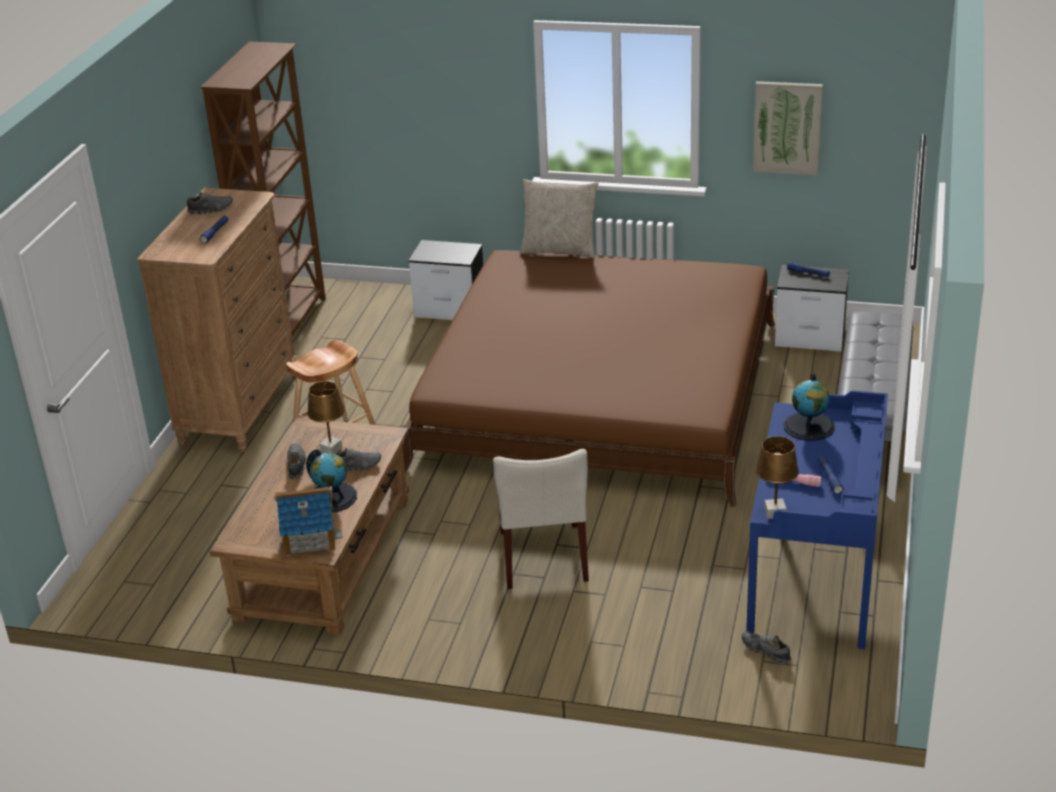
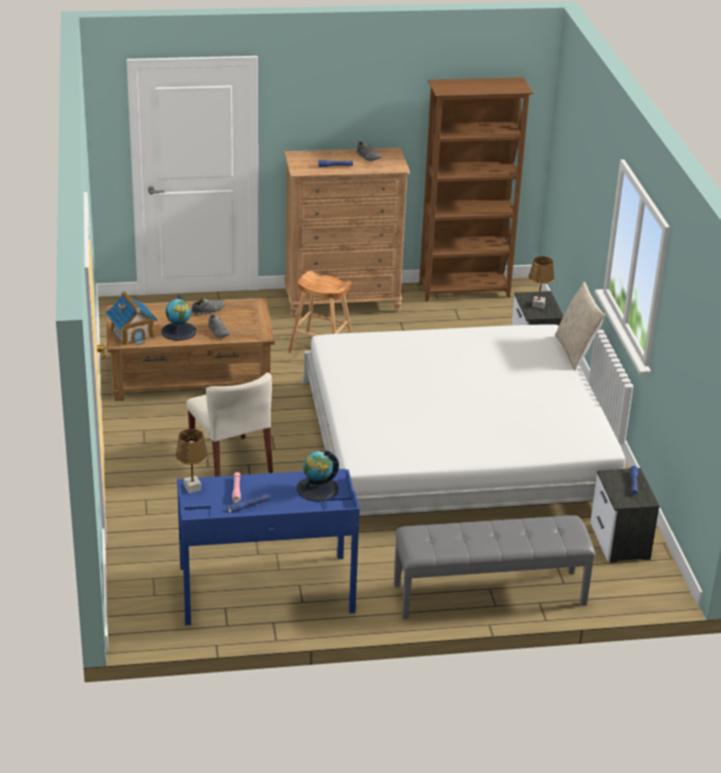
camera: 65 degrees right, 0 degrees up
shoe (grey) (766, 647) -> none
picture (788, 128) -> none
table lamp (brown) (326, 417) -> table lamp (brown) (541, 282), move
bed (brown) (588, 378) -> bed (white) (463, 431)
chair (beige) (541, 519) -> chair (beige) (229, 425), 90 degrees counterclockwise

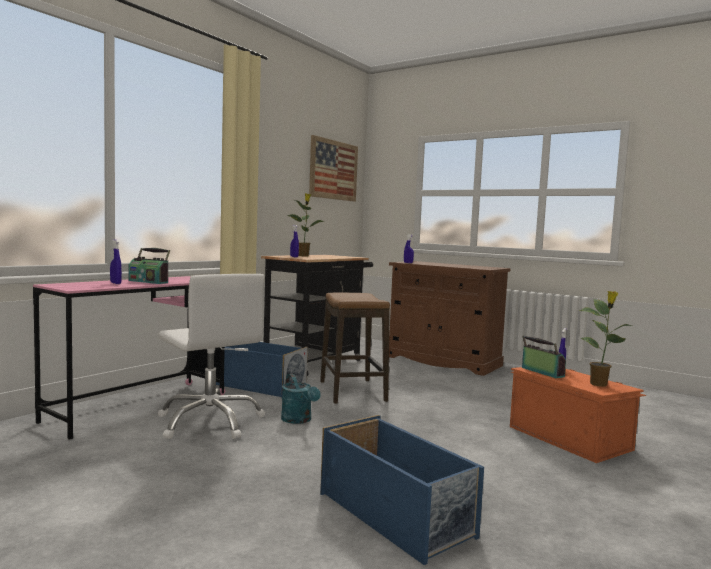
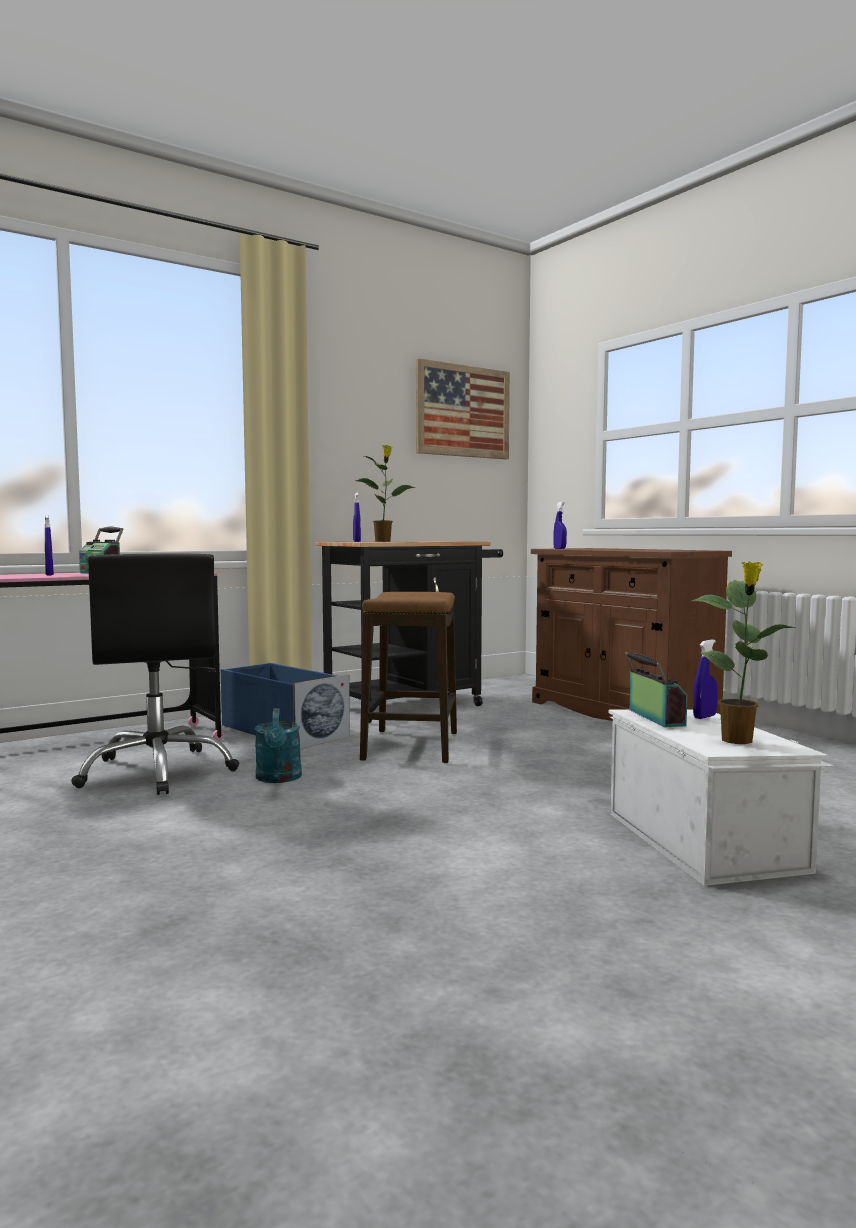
camera: 20 degrees right, 0 degrees up
storage box (blue) (402, 490) -> none
office chair (white) (211, 356) -> office chair (black) (155, 674)
storage box (orange) (578, 415) -> storage box (white) (721, 797)

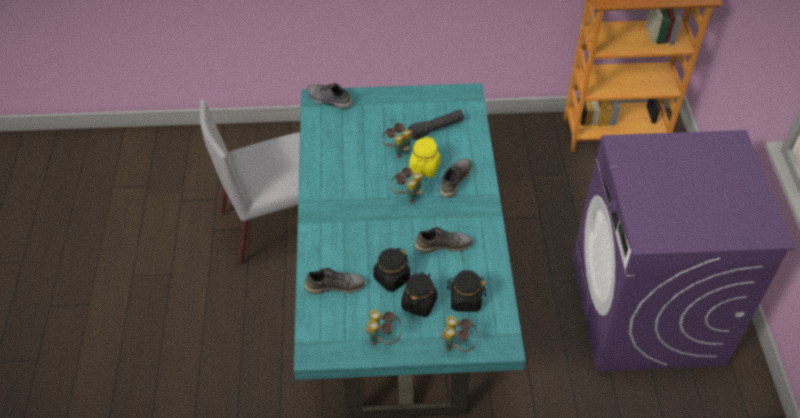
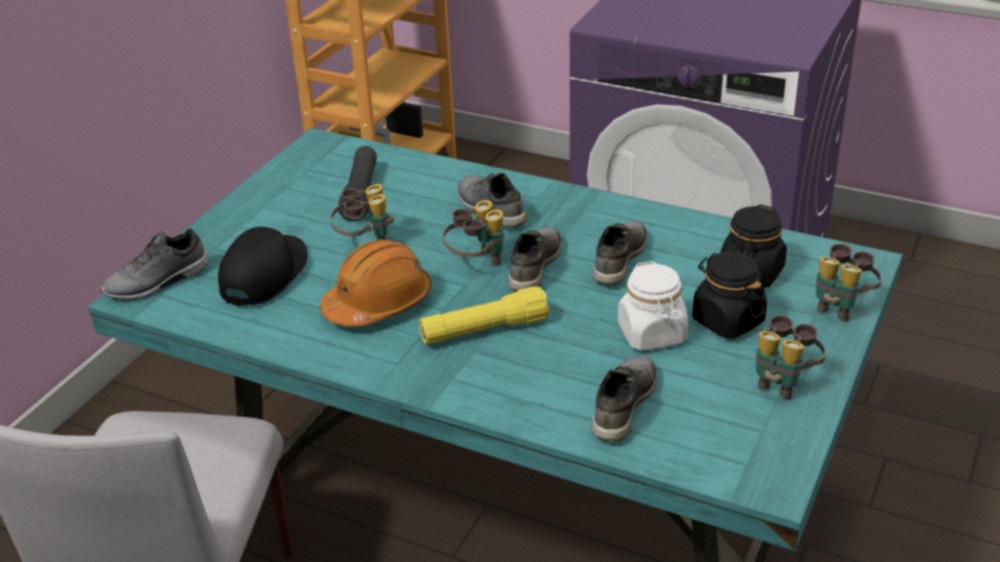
camera: 60 degrees left, 15 degrees down
jar (yellow) (425, 156) -> none
none -> cap (black) (263, 266)
none -> hard hat (orange) (376, 283)
none -> flashlight (yellow) (484, 315)
none -> shoe (grey) (535, 259)
jar (black) (391, 270) -> jar (white) (653, 305)

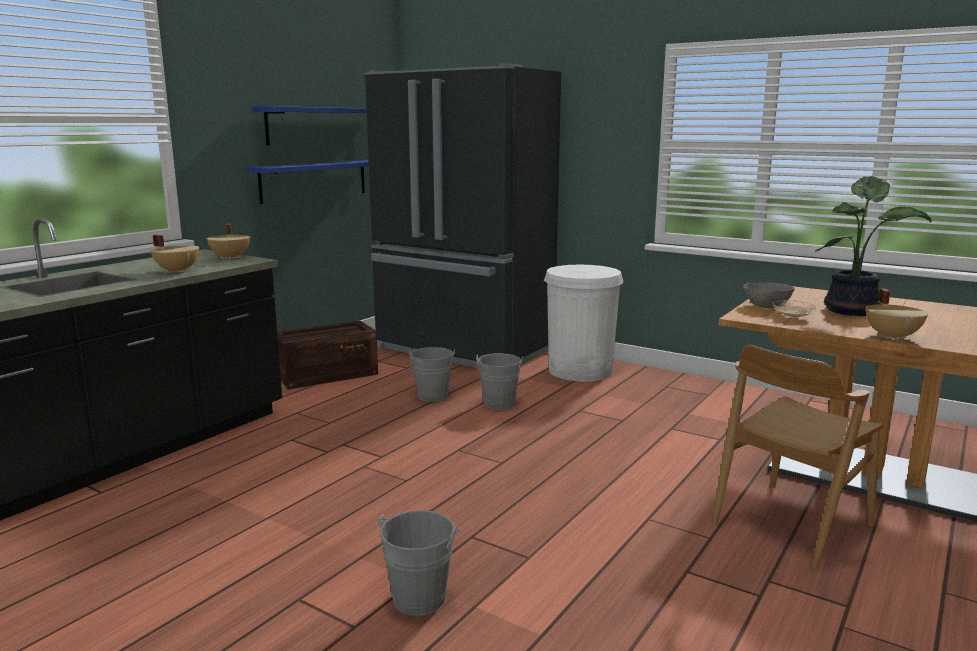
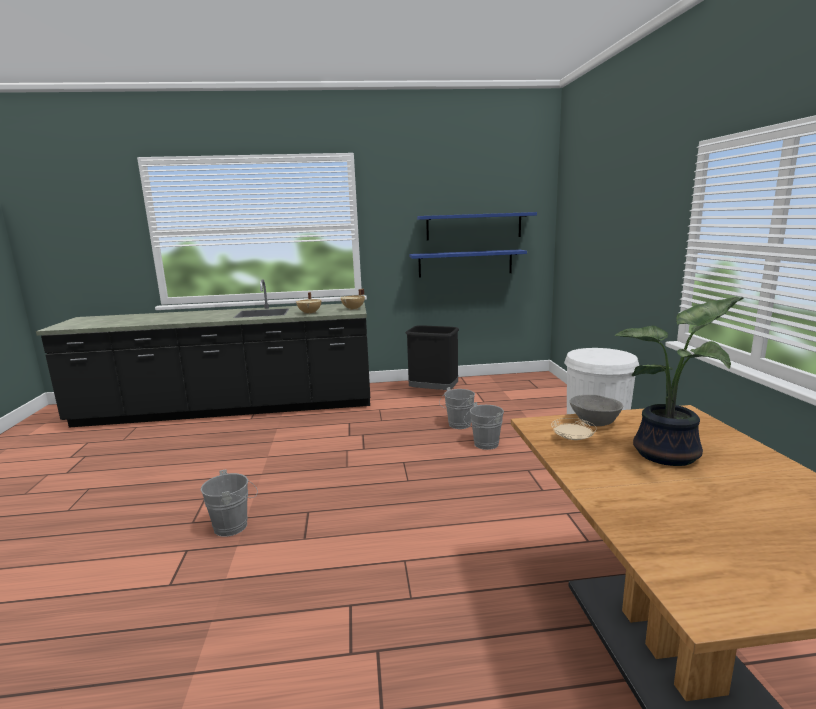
camera: 50 degrees right, 0 degrees up
fridge (black) (462, 215) -> none
chair (brown) (797, 457) -> none
cooking pot (beige) (897, 314) -> none
crate (327, 355) -> trash can (black) (432, 357)

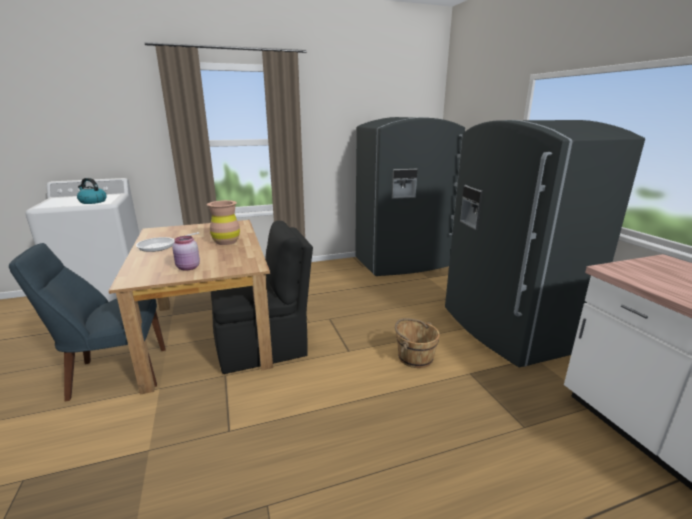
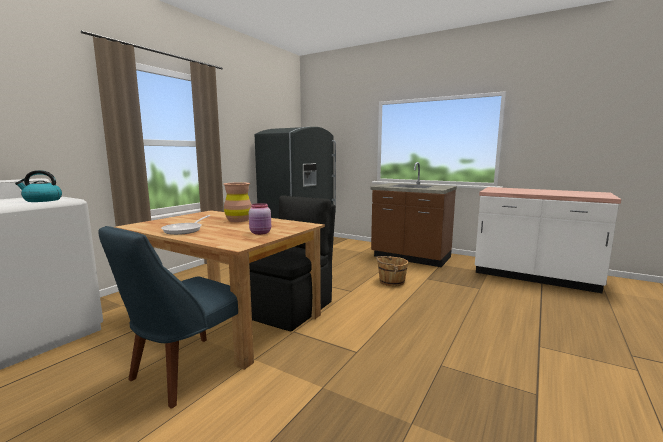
camera: 40 degrees left, 10 degrees down
fridge (grey) (545, 243) -> counter (brown) (413, 214)

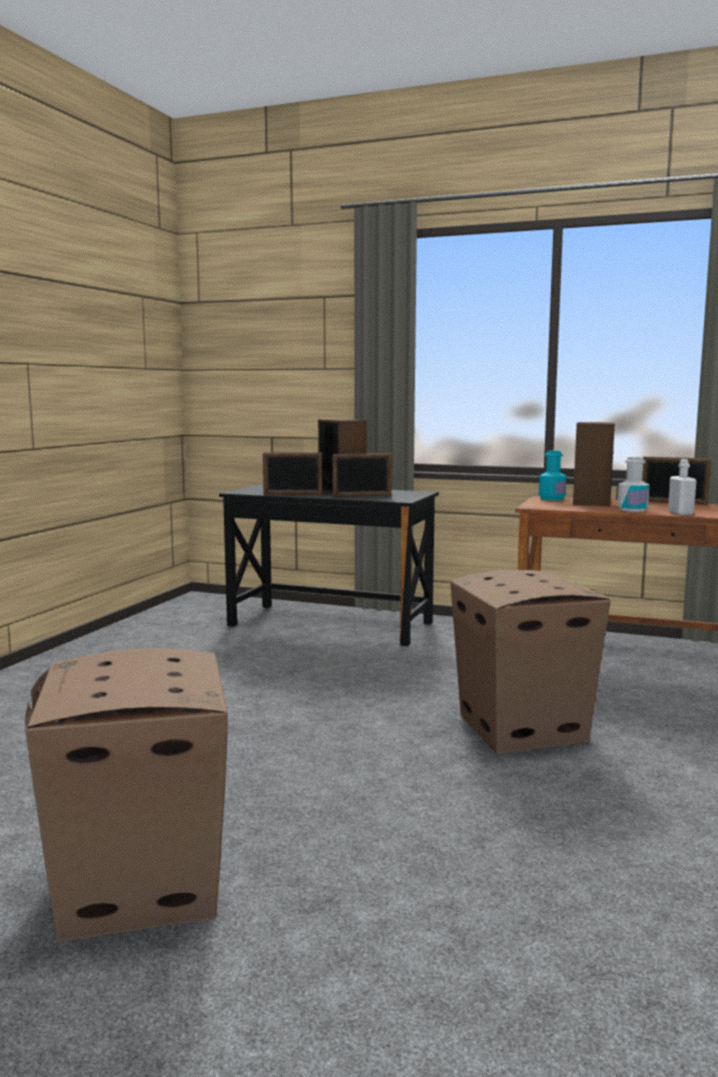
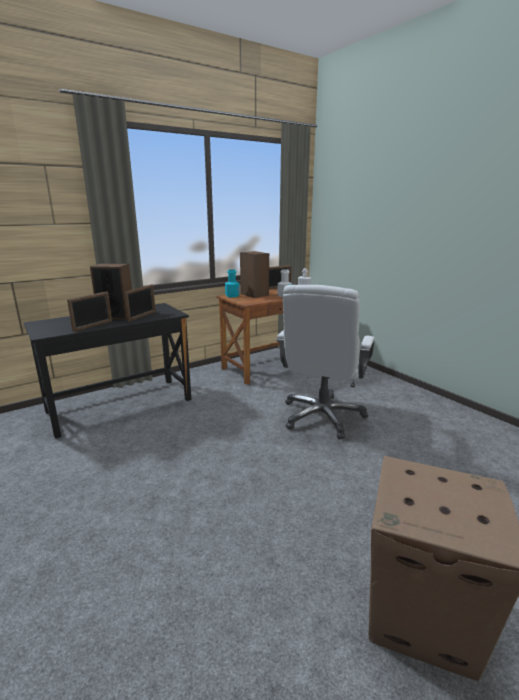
camera: 55 degrees left, 10 degrees up
cardboard box (530, 661) -> office chair (white) (325, 362)

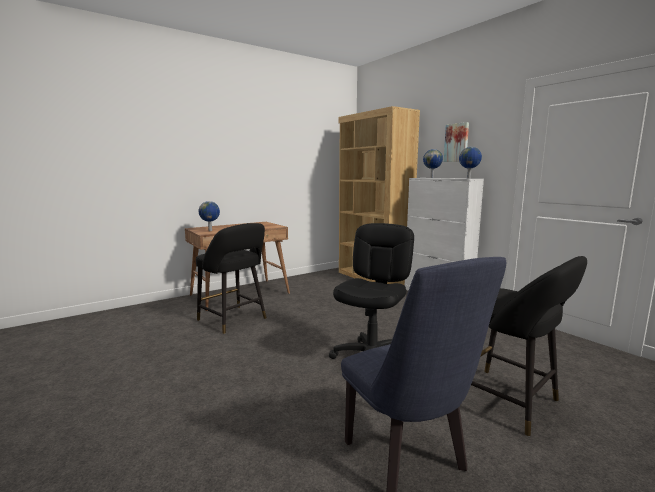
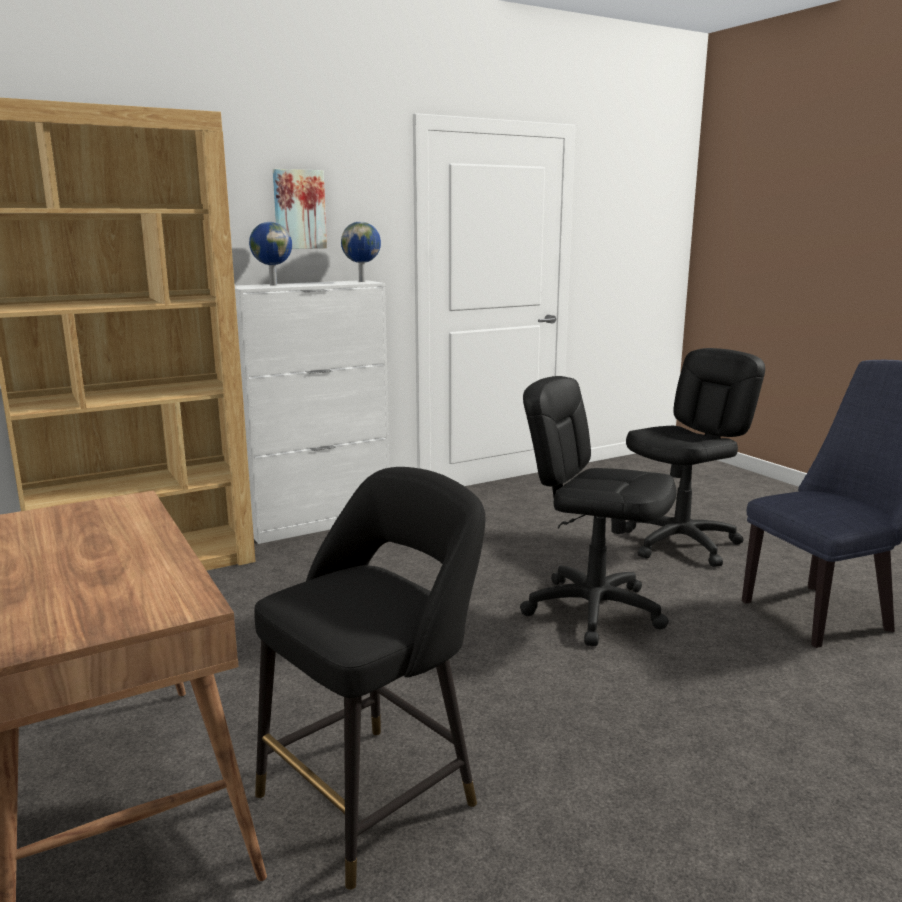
camera: 85 degrees left, 5 degrees up
globe (209, 216) -> none
stool (black) (529, 346) -> office chair (black) (695, 457)

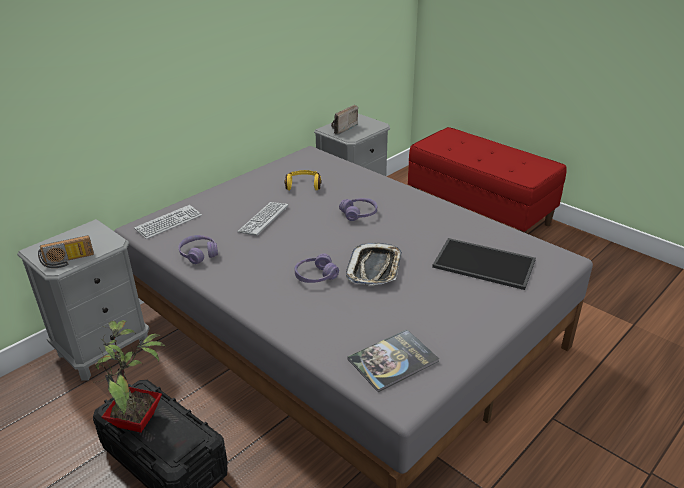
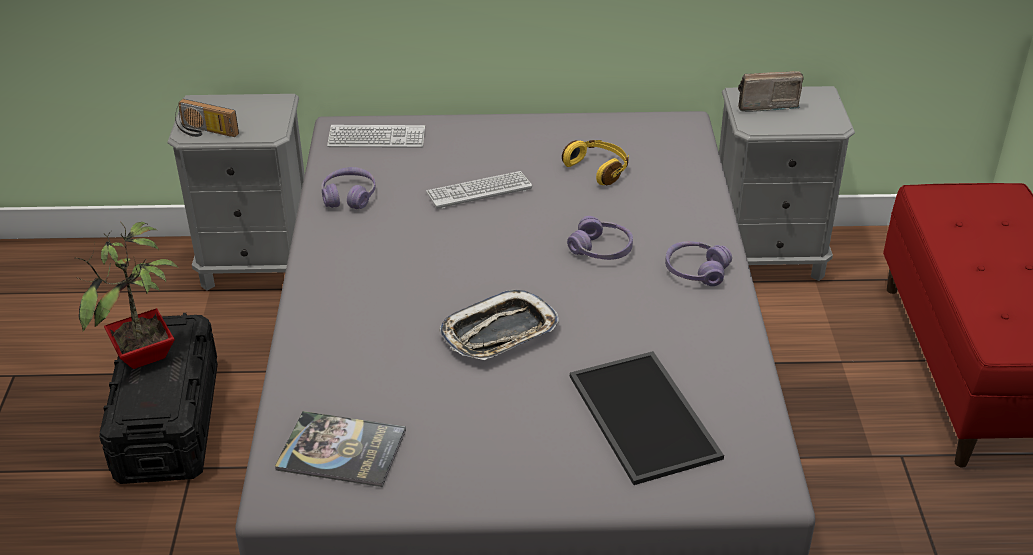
camera: 45 degrees right, 5 degrees up
headphones (purple) (317, 268) -> headphones (purple) (698, 263), move

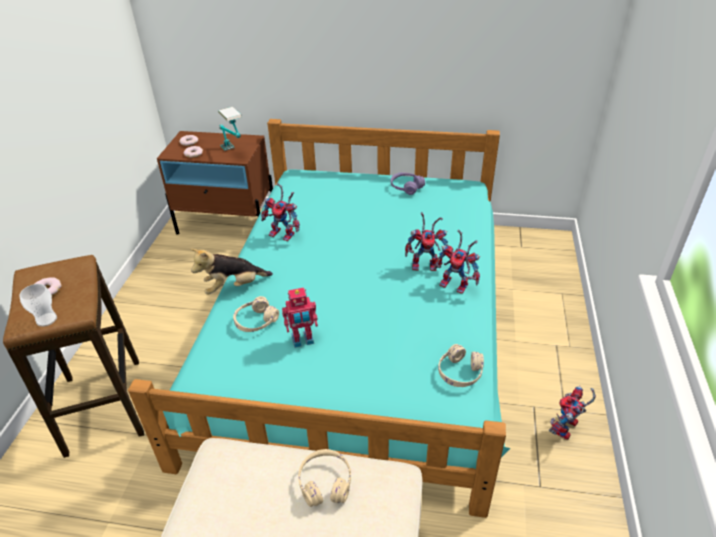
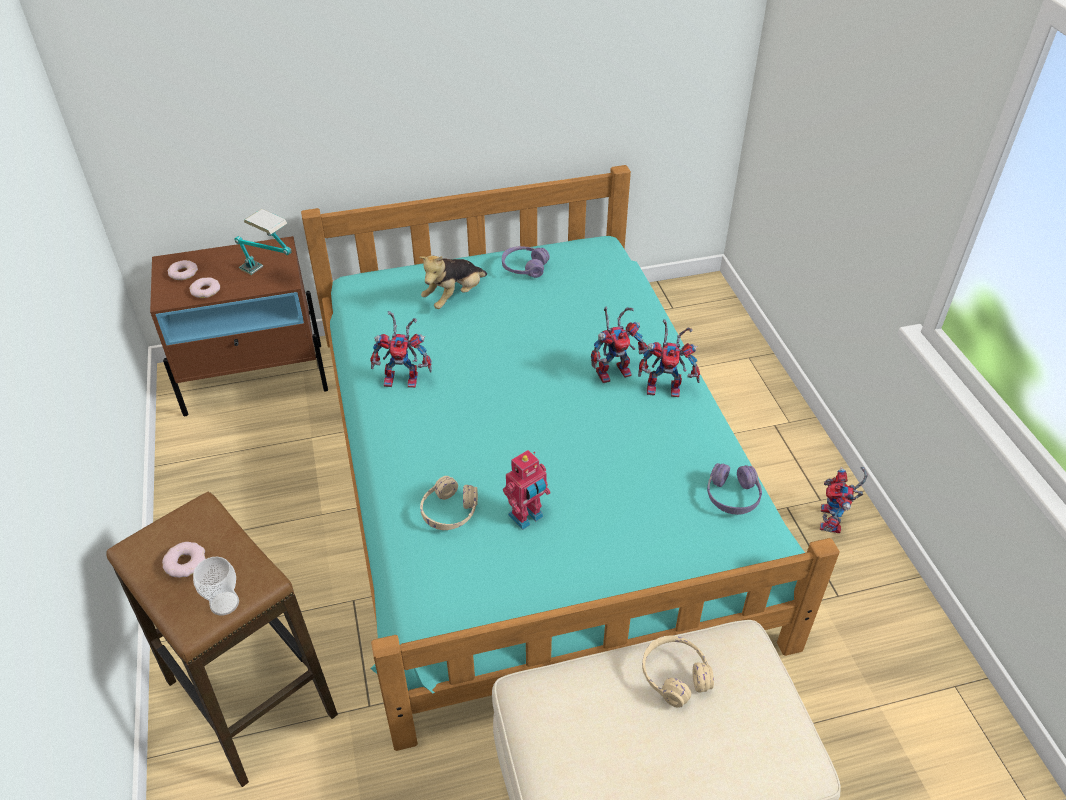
camera: 25 degrees left, 5 degrees up
plush toy (231, 272) -> plush toy (453, 282), move
headphones (beige) (461, 365) -> headphones (purple) (734, 489)

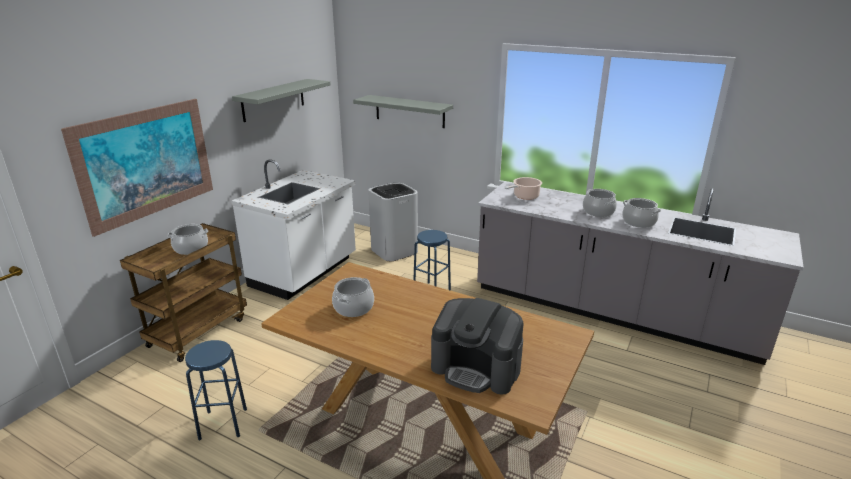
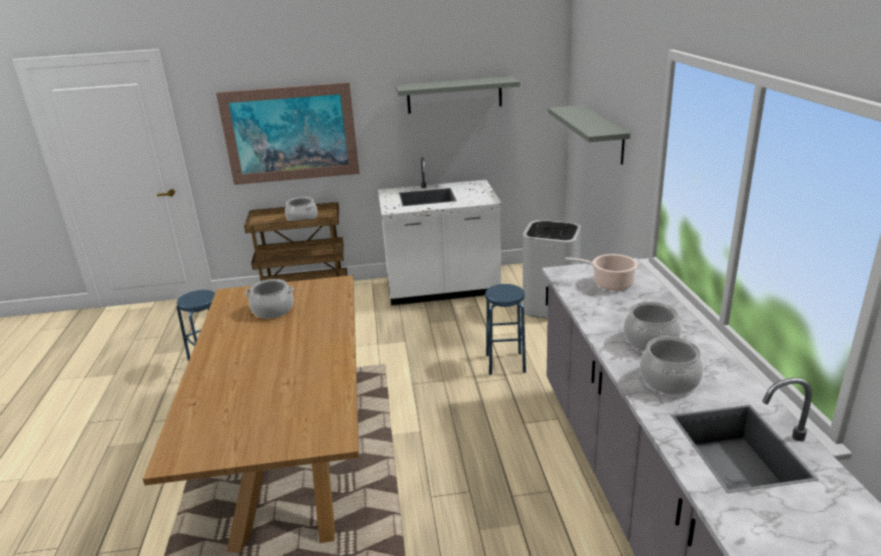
camera: 55 degrees right, 0 degrees up
coffee machine (477, 346) -> none

